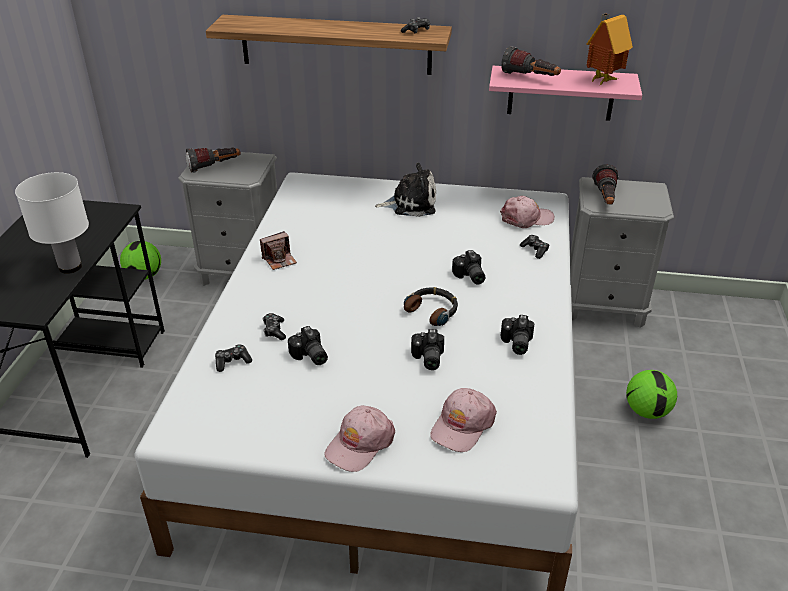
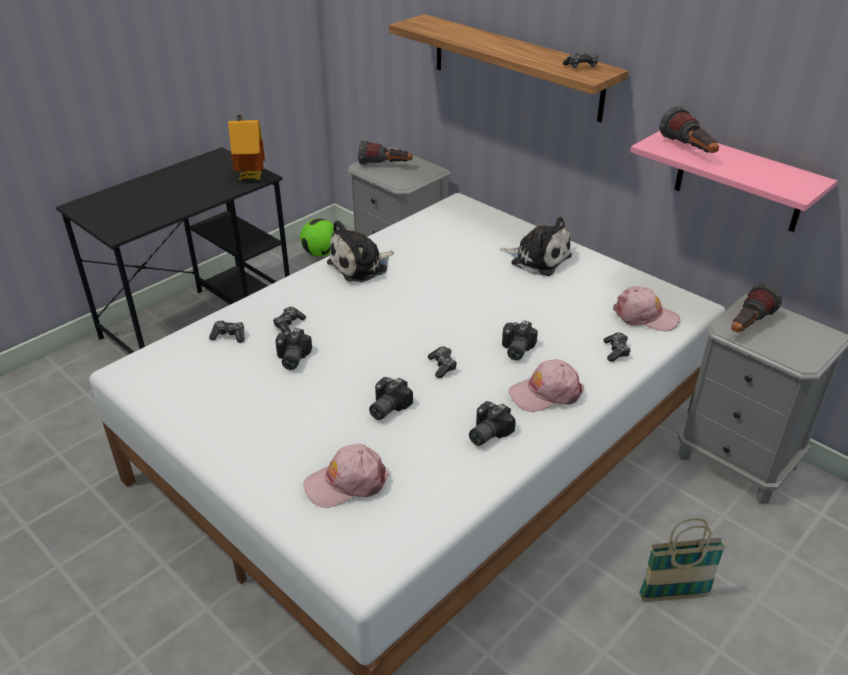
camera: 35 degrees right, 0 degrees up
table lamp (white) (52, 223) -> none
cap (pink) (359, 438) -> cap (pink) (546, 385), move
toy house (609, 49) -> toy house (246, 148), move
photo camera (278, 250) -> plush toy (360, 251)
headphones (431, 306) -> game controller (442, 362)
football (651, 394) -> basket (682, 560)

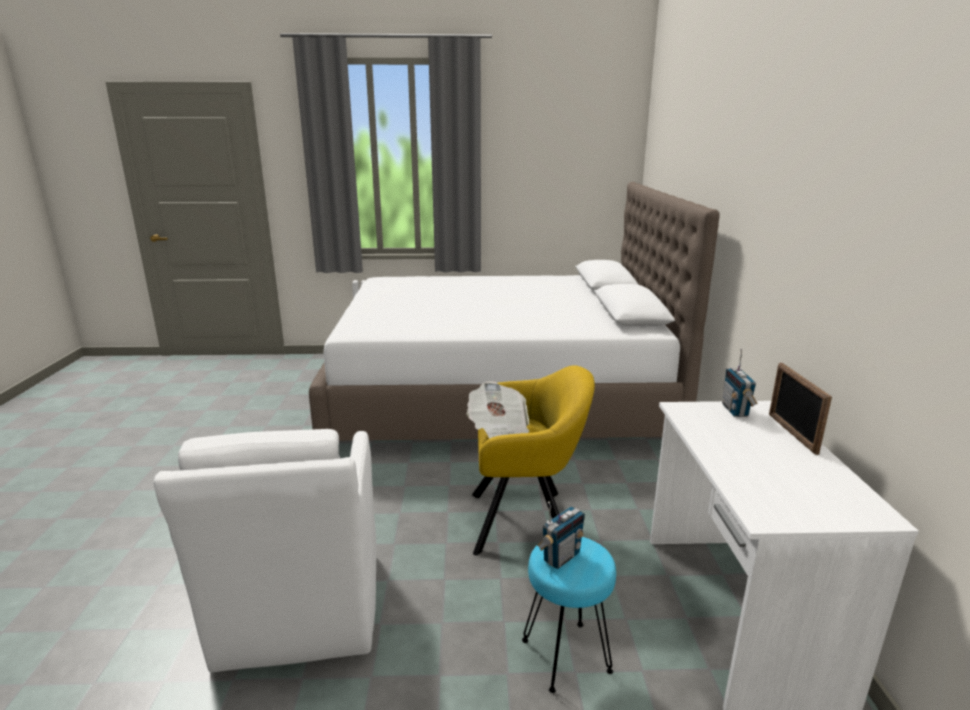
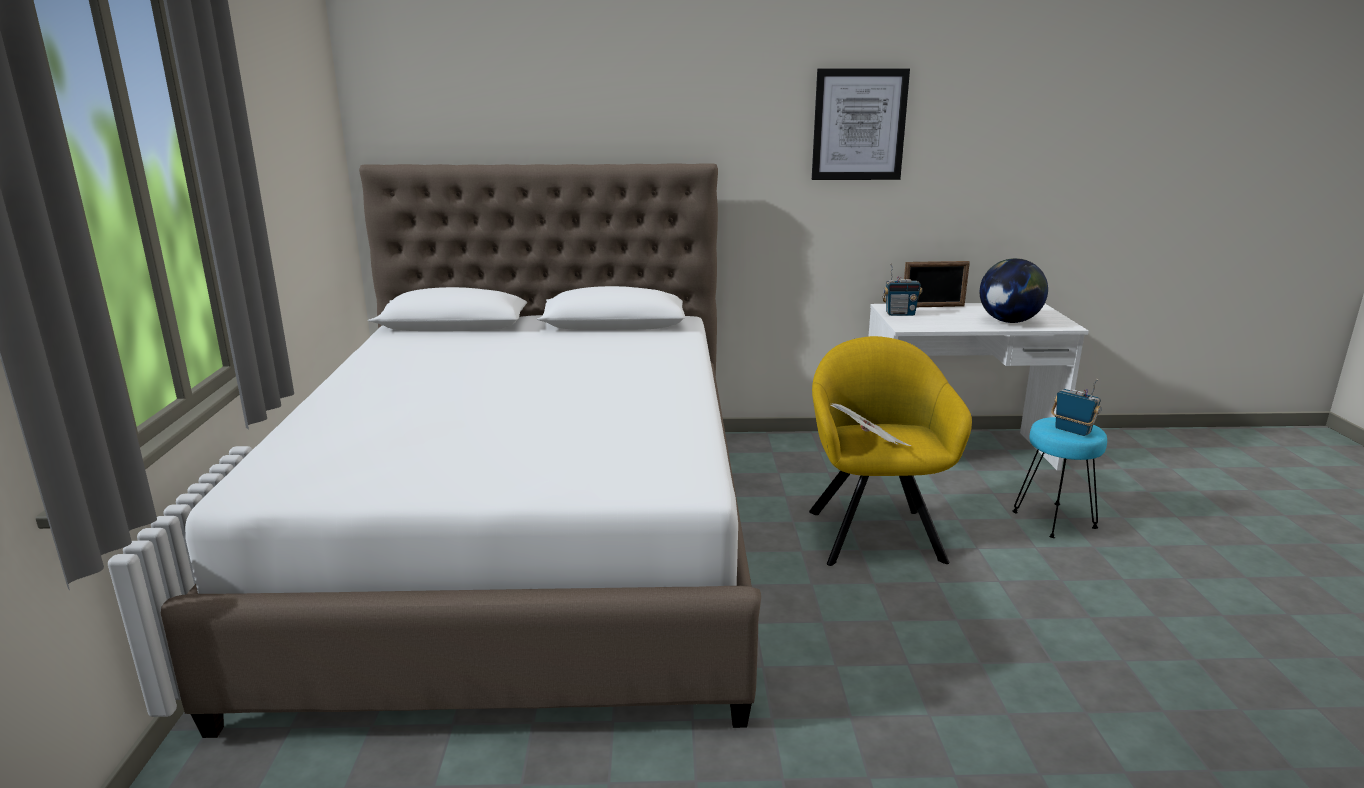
camera: 90 degrees left, 0 degrees up
armchair (white) (265, 550) -> none
none -> picture (861, 124)
none -> globe (1014, 290)

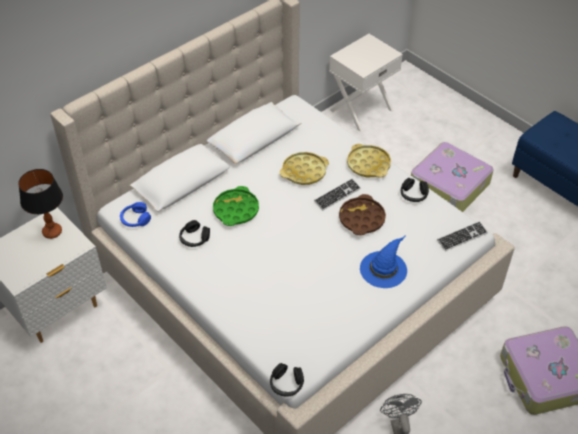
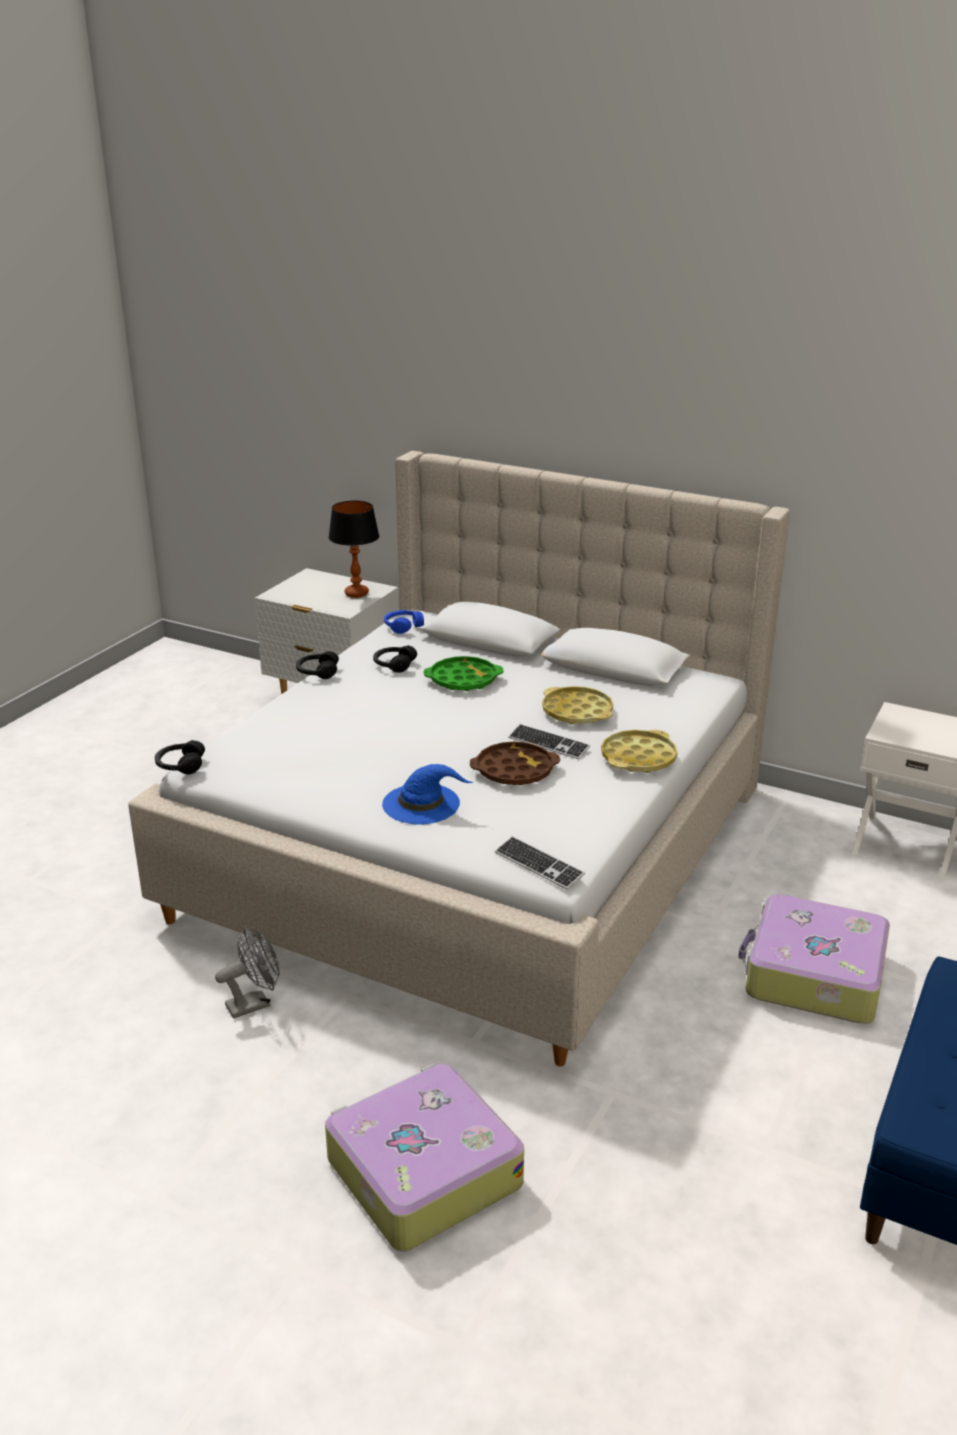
camera: 70 degrees right, 20 degrees down
headphones (black) (415, 190) -> headphones (black) (317, 665), move

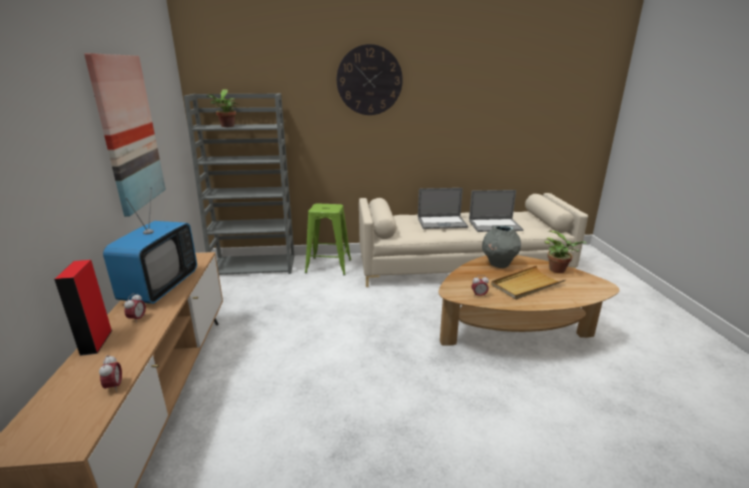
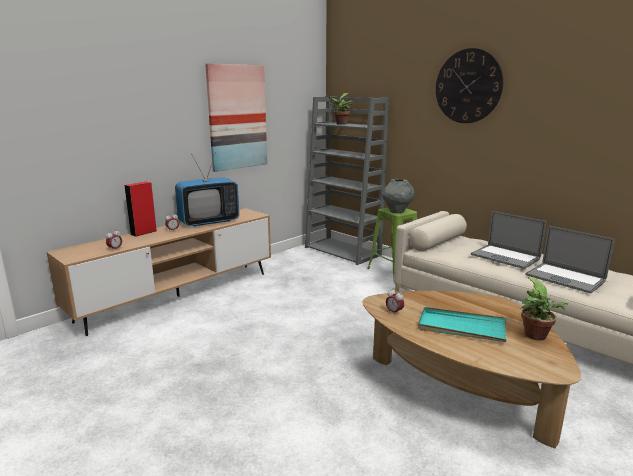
camera: 50 degrees right, 5 degrees down
vase (grey) (501, 247) -> vase (grey) (398, 196), move
tray (beige) (528, 282) -> tray (turquoise) (462, 324)

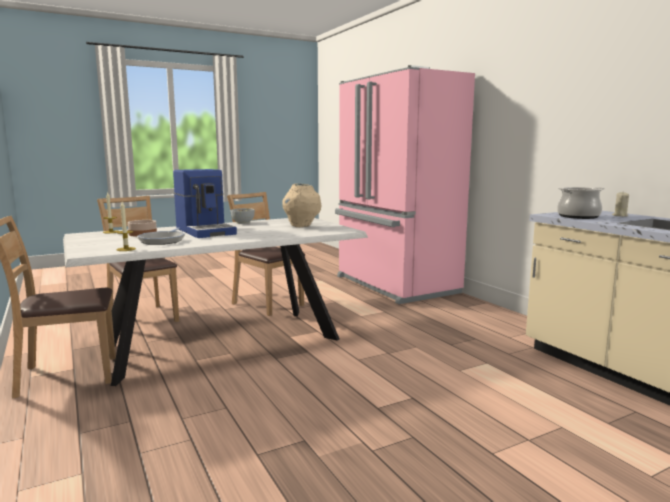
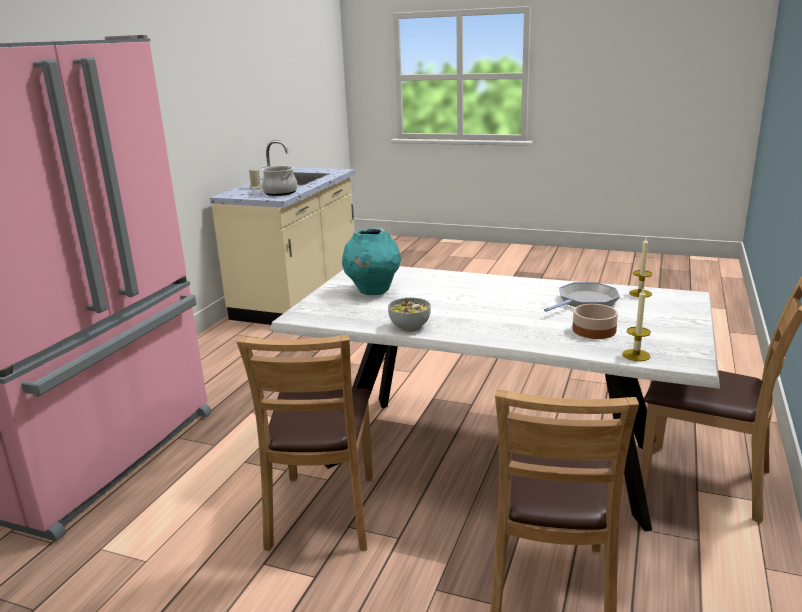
camera: 130 degrees left, 10 degrees up
coffee machine (205, 203) -> none
vase (beige) (301, 205) -> vase (turquoise) (371, 261)

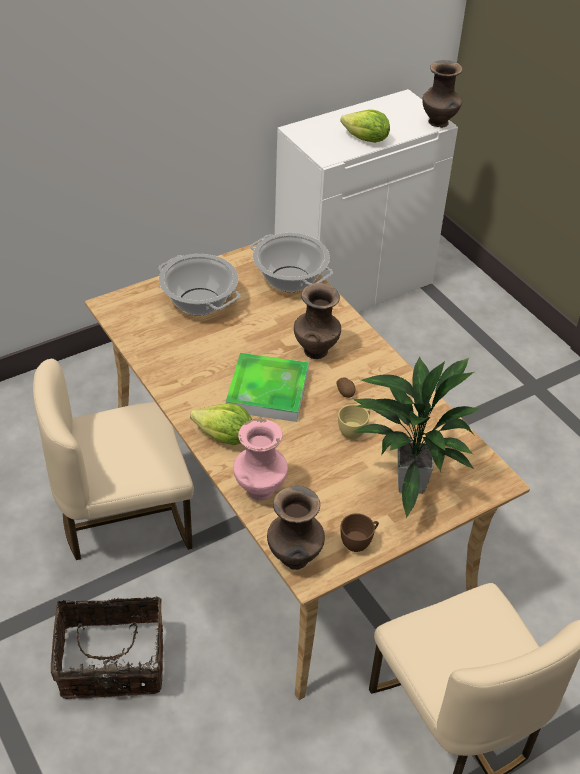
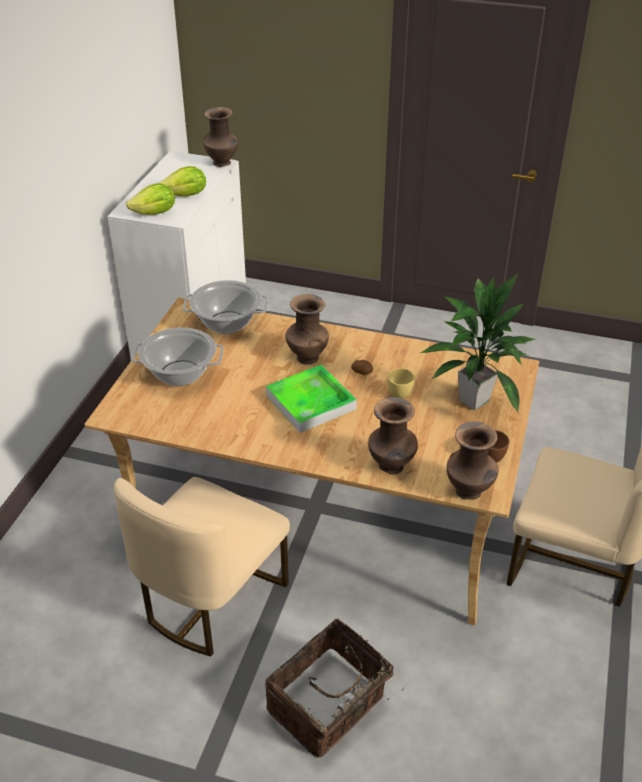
camera: 40 degrees left, 5 degrees down
lettuce (221, 424) -> lettuce (150, 199), move
vase (pink) (260, 459) -> vase (brown) (393, 436)

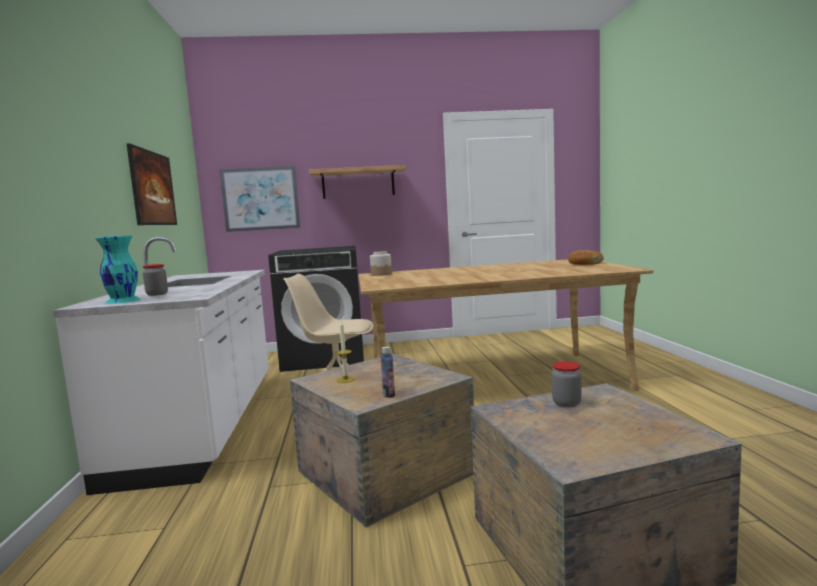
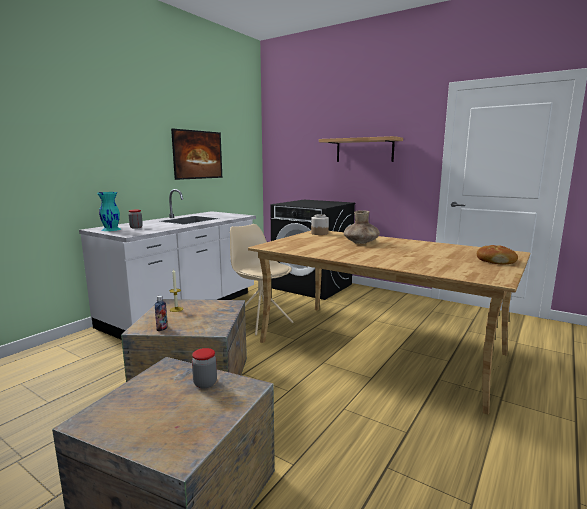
camera: 40 degrees right, 5 degrees up
picture (259, 199) -> none
none -> vase (brown) (362, 227)

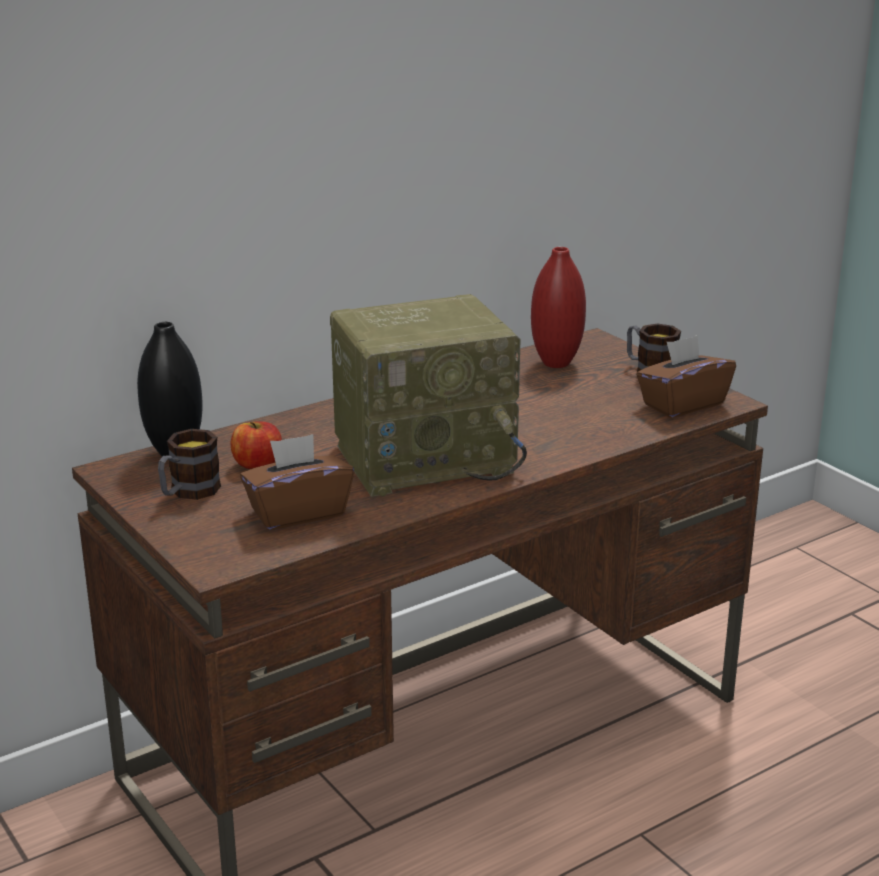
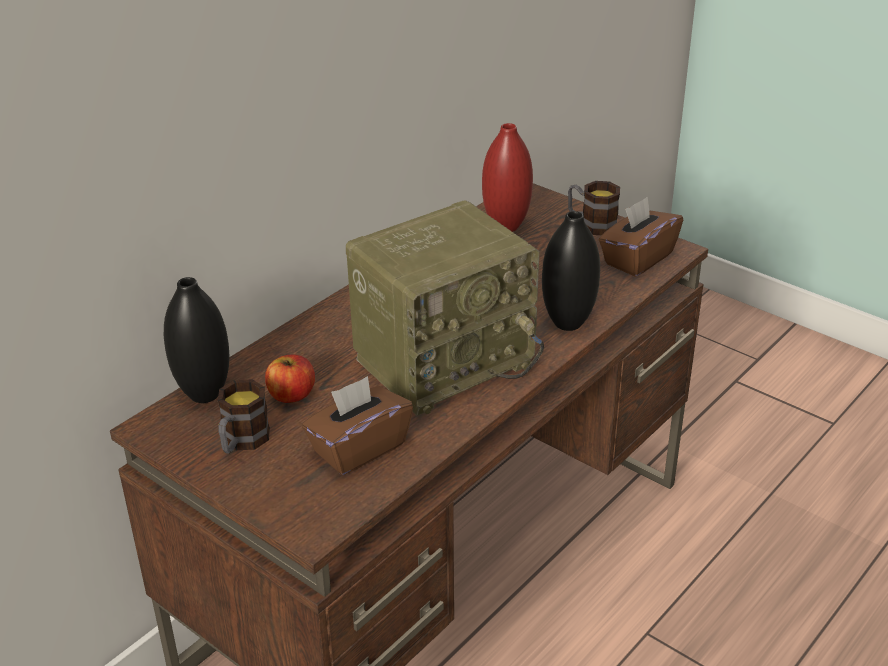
camera: 15 degrees left, 10 degrees up
none -> vase (black) (571, 271)

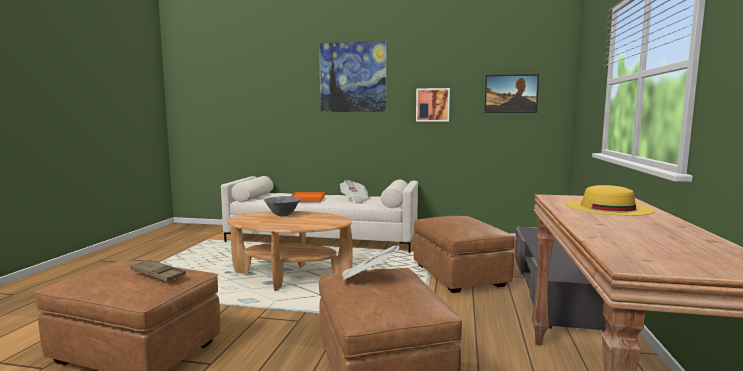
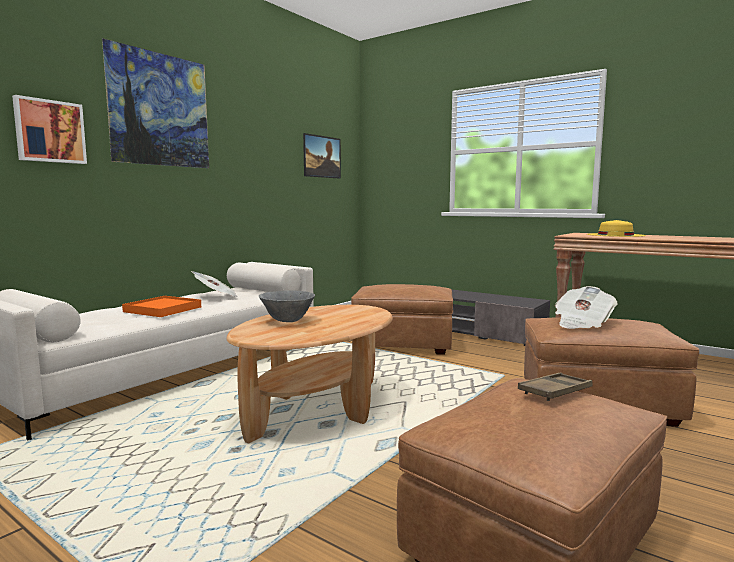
camera: 65 degrees left, 0 degrees up
picture (433, 104) -> picture (49, 129), move

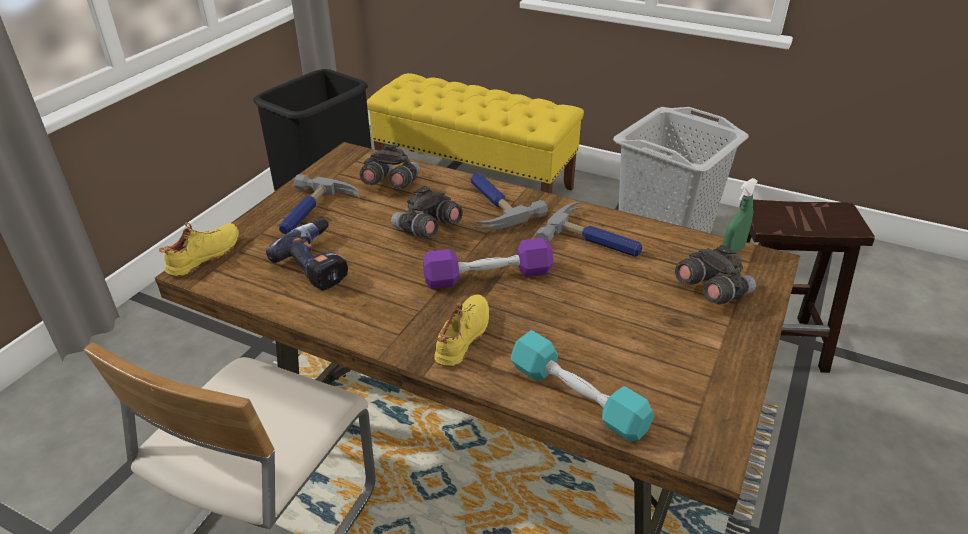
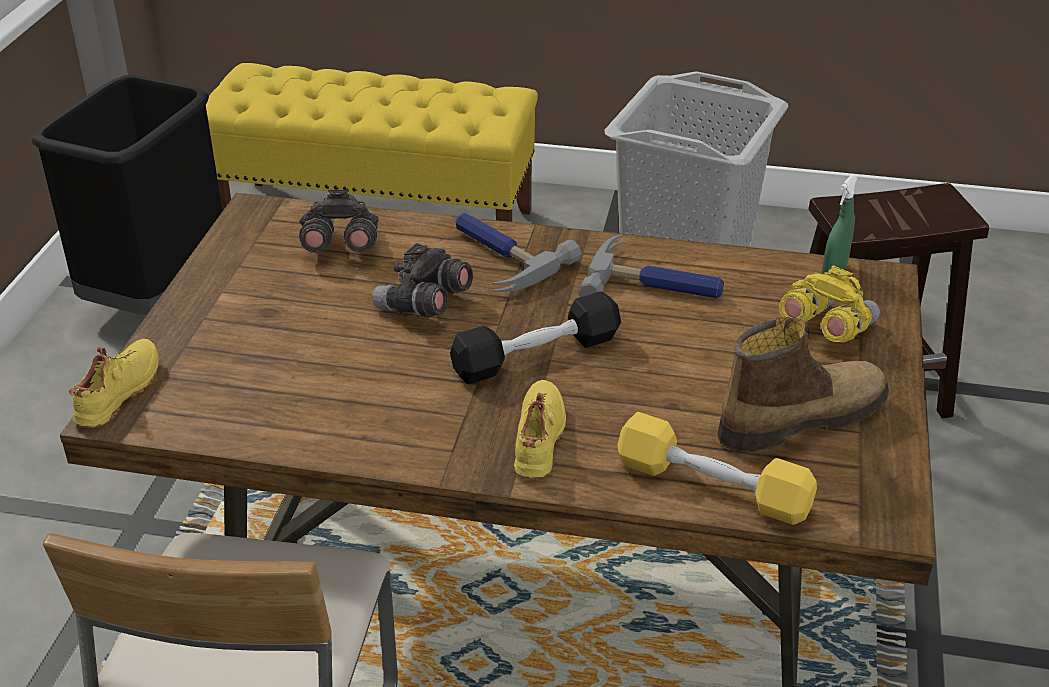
camera: 15 degrees left, 0 degrees up
power drill (307, 255) -> none
hammer (319, 204) -> none
none -> boot (803, 384)
dumbbell (purple) (488, 263) -> dumbbell (black) (535, 338)
dumbbell (turquoise) (582, 386) -> dumbbell (yellow) (717, 468)
binoculars (grey) (715, 274) -> binoculars (yellow) (829, 304)

